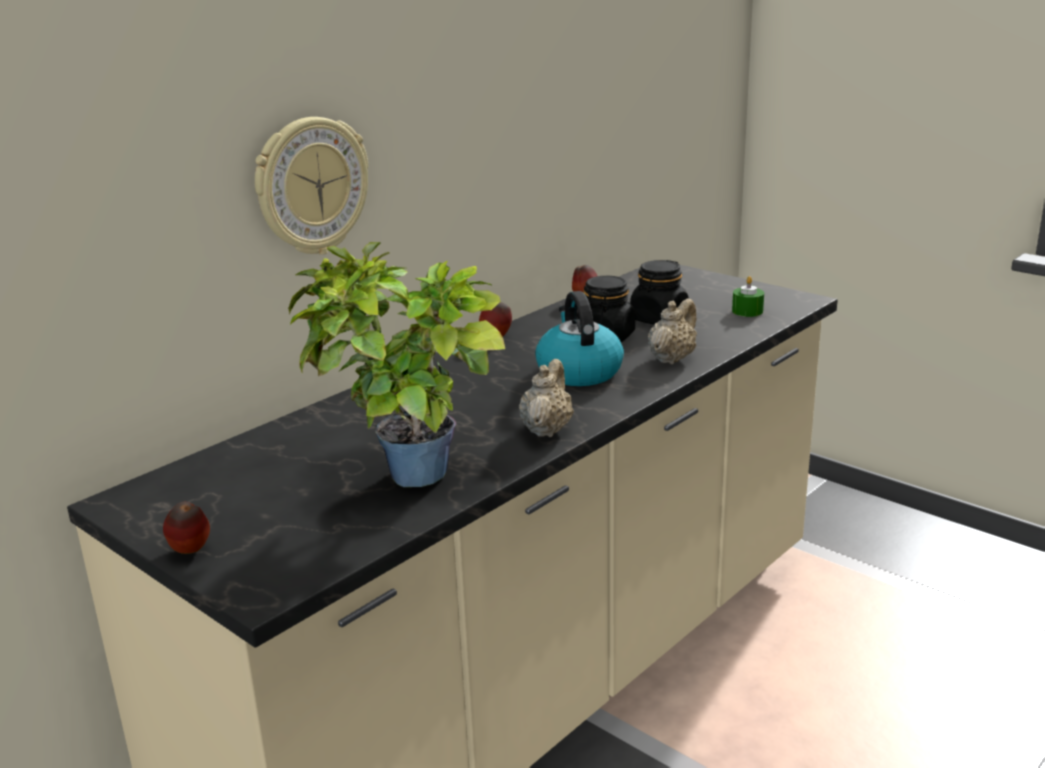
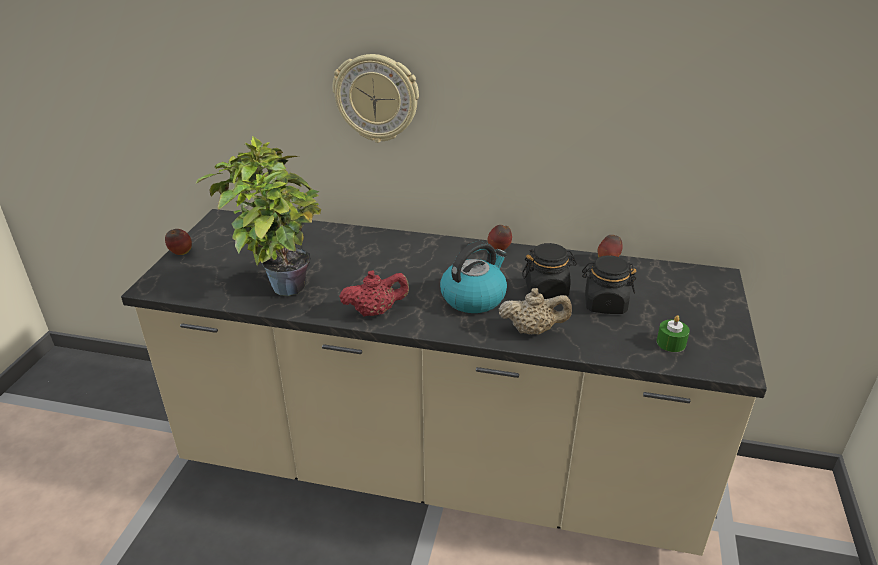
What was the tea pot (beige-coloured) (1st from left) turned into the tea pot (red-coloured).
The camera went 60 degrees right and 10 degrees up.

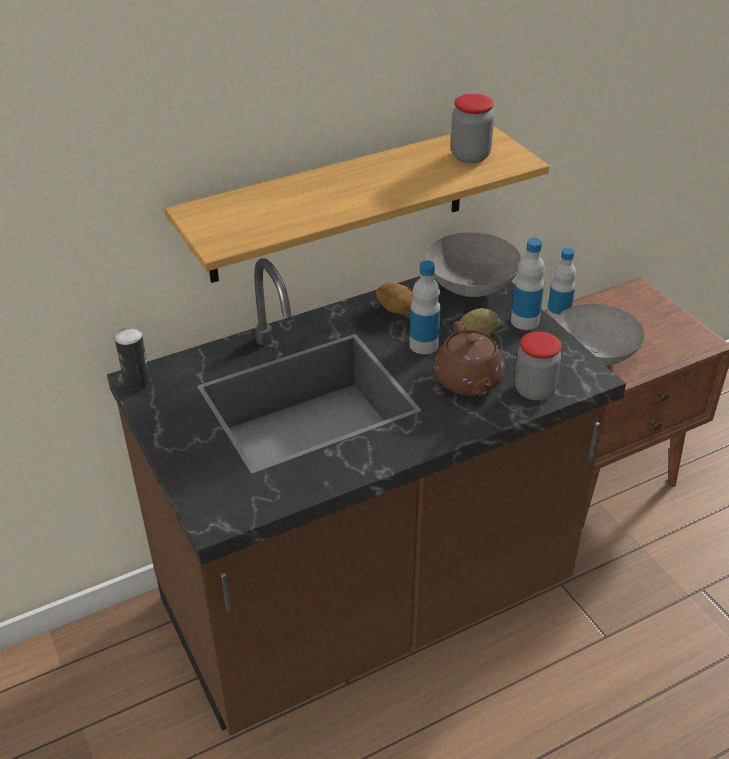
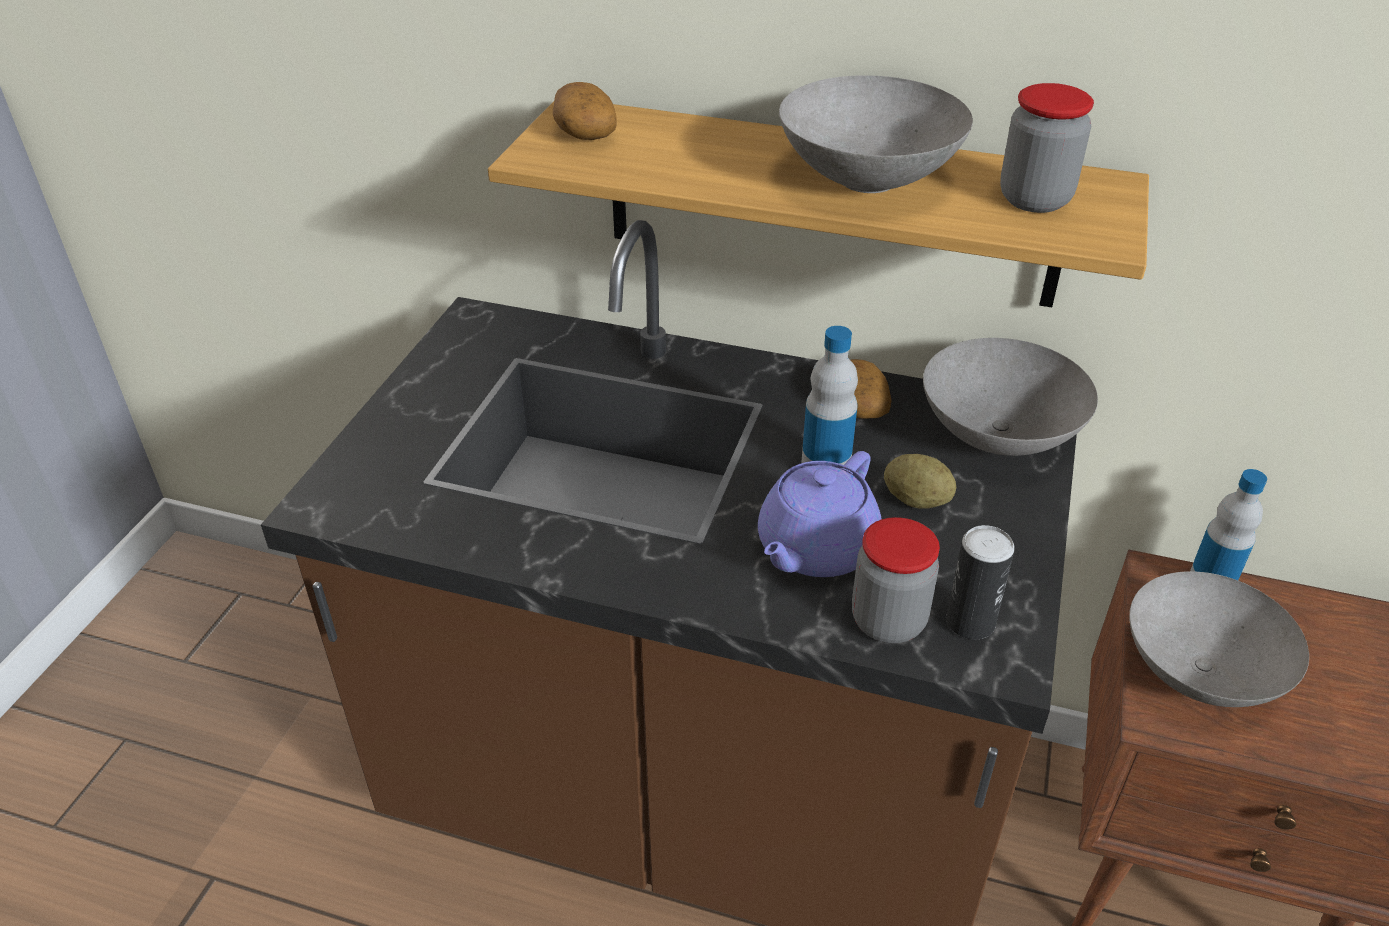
The second view lost the drink bottle (2nd from left).
What was the tea pot (brownish) turned into the tea pot (purple).
The can ended up elsewhere.
The second view gained the deep dish (gray) (1st from left).
The second view gained the whole potato (1st from left).
The camera went 45 degrees right and 0 degrees up.

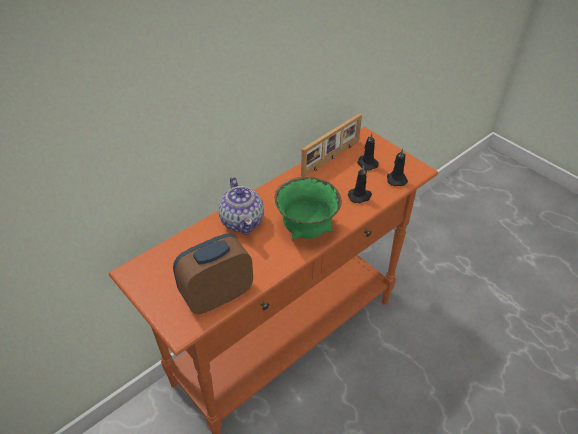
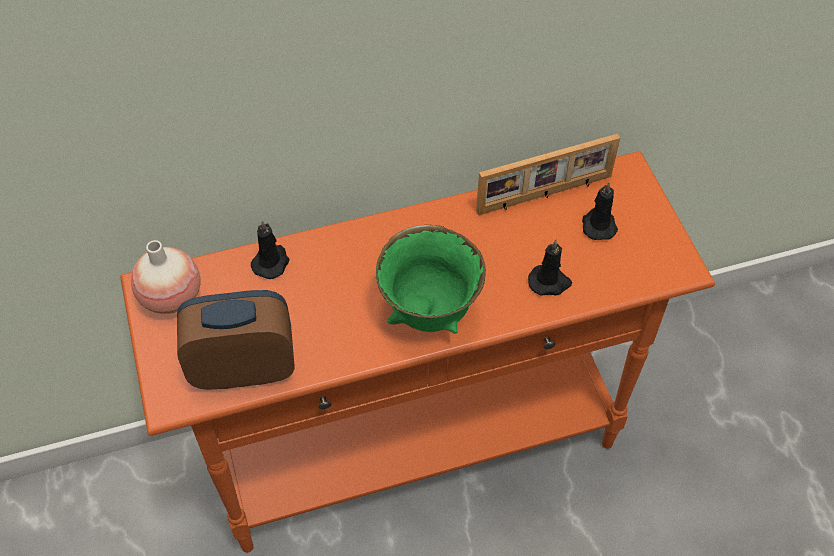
The wax candle (blackish) (3rd from left in the first image) ended up elsewhere.
The second view lost the tea pot.
The second view gained the decorative vase.
The camera went 25 degrees right and 10 degrees up.

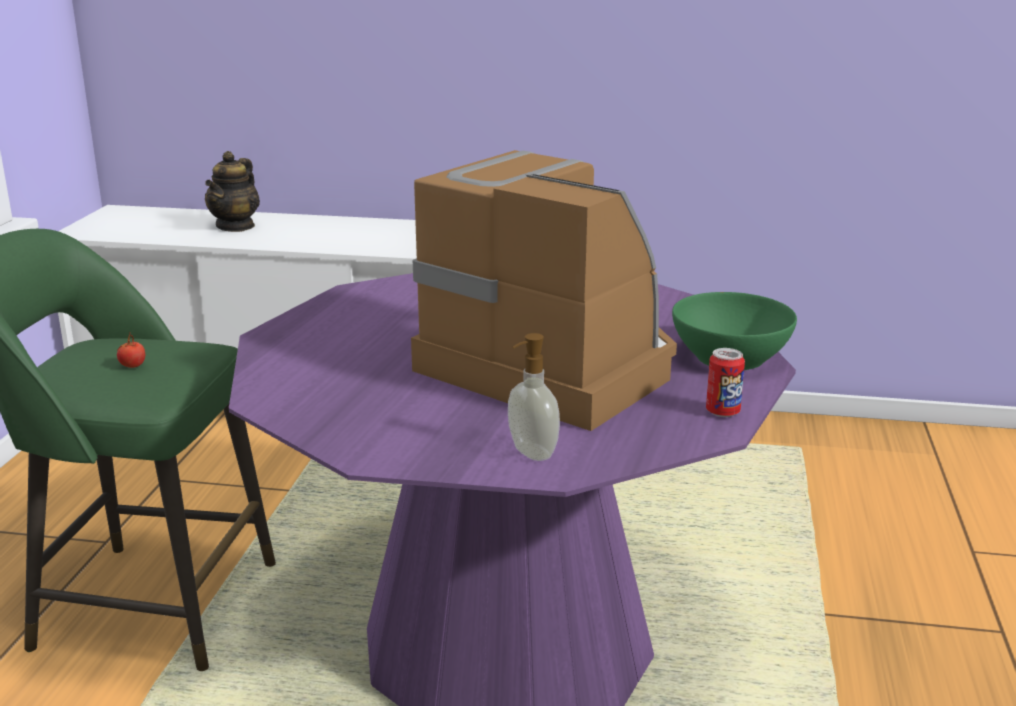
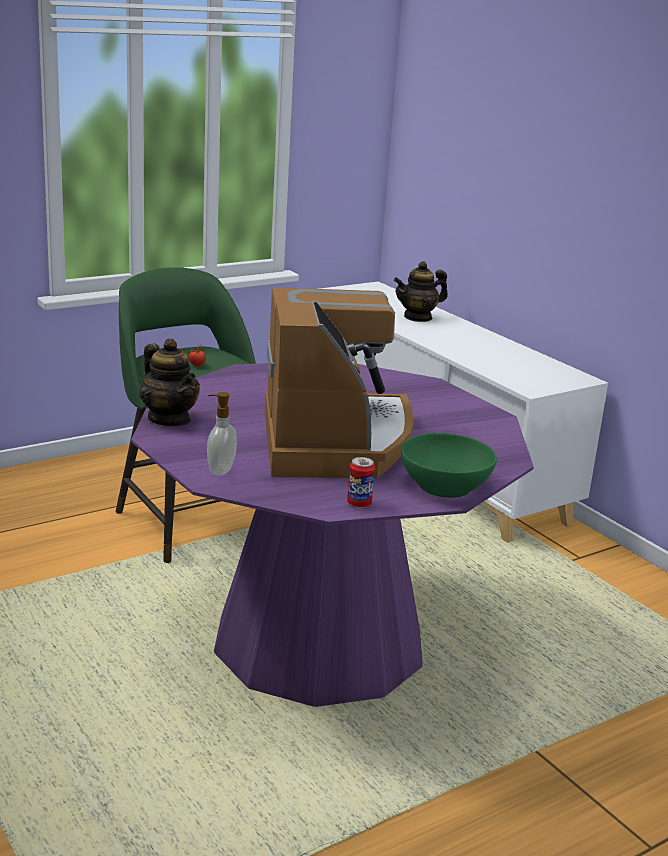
The second view gained the tea pot (1st from left).
The camera went 45 degrees right and 0 degrees up.

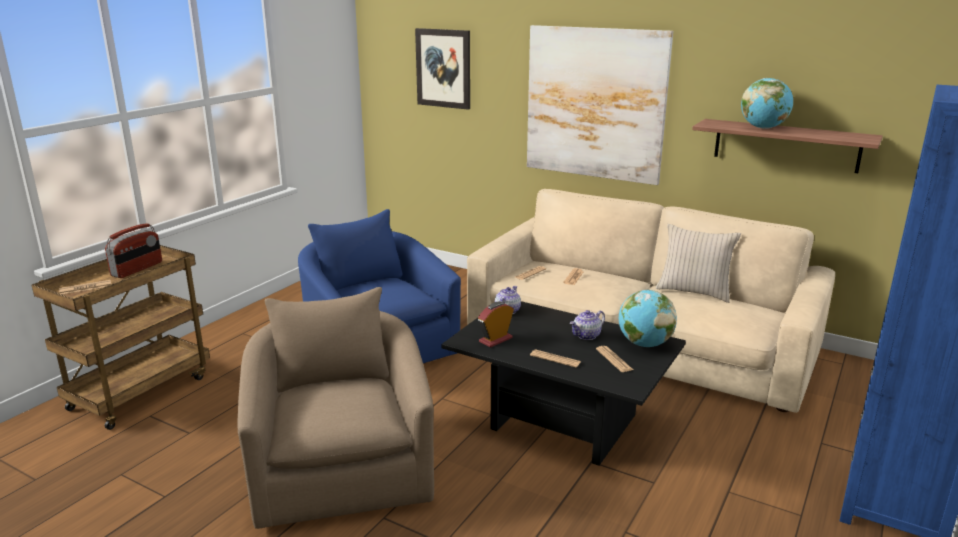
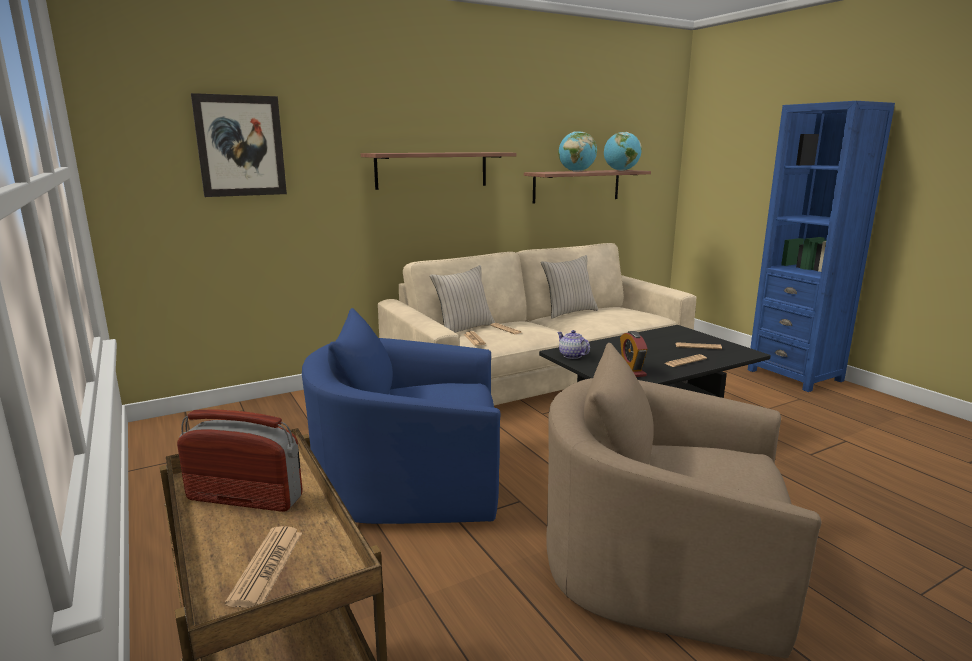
Where the wall picture (2nd from left) hung, the bracket shelf (1st from left) came to hang.
The radio ended up facing another way, 45 degrees counterclockwise from before.
The desk globe (1st from left in the first image) ended up elsewhere.
The second view lost the tea pot (2nd from left).
The second view gained the pillow (beige-coloured) (1st from left).
The camera went 60 degrees left and 5 degrees down.

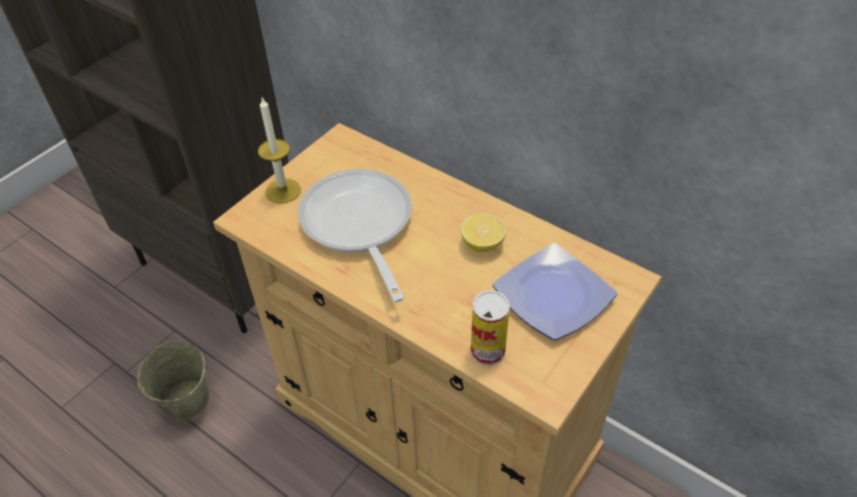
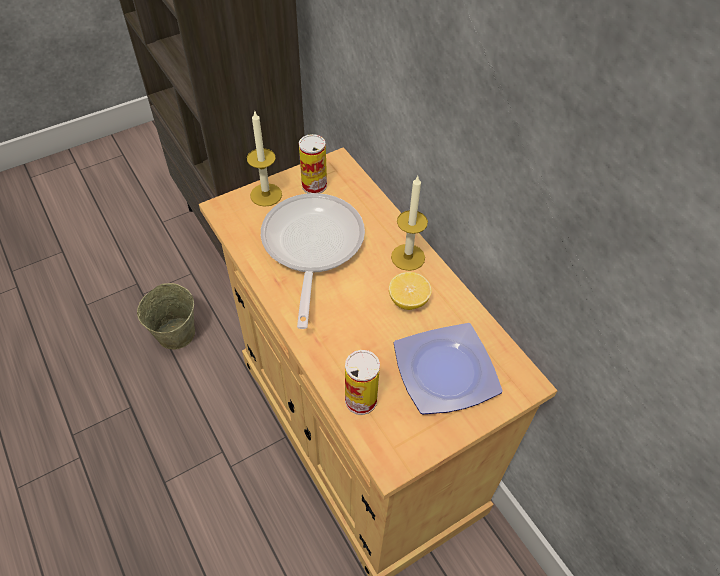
The second view gained the can (1st from left).
The second view gained the wax candle (2nd from left).
The camera went 20 degrees right and 5 degrees up.

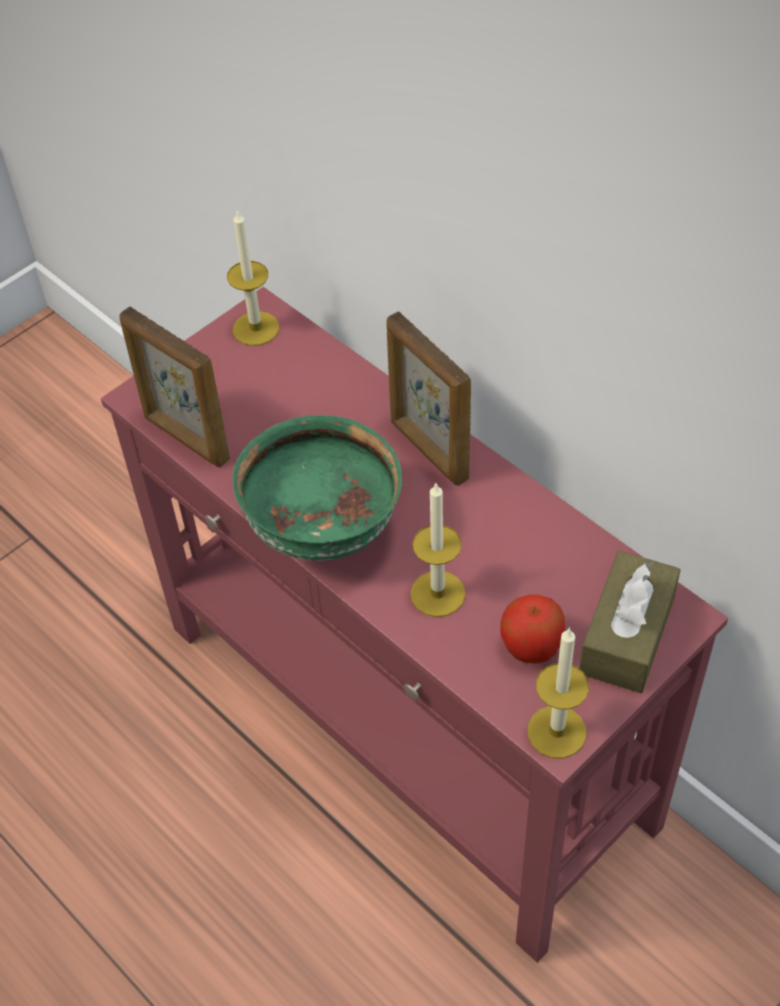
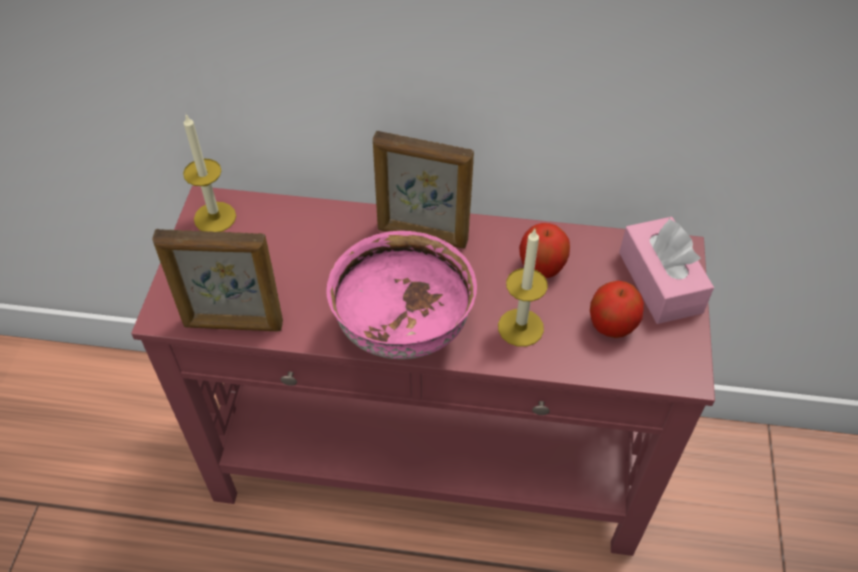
What was the deep dish (green-coloured) turned into the deep dish (pink-coloured).
What was the tissue box (brownish) turned into the tissue box (pink-coloured).
The second view lost the wax candle (3rd from left).
The second view gained the whole apple (1st from left).
The camera went 40 degrees left and 0 degrees up.

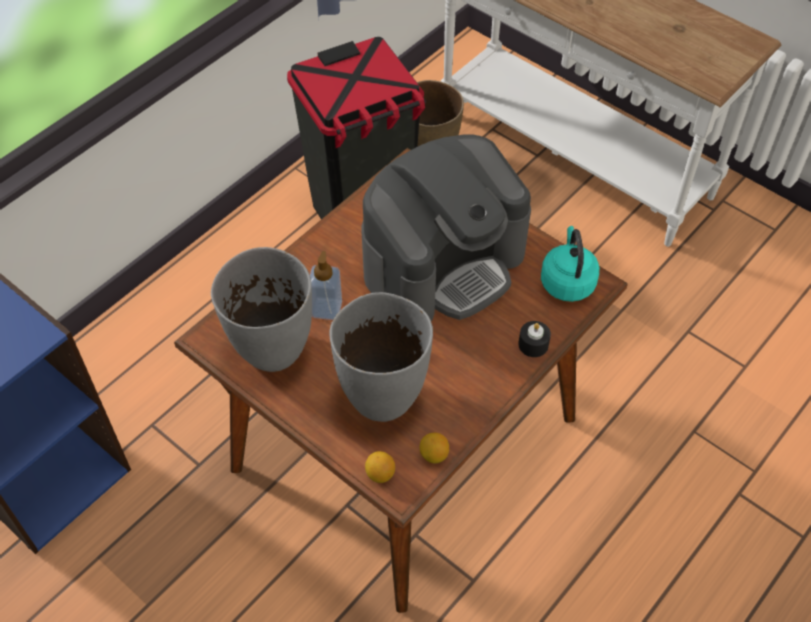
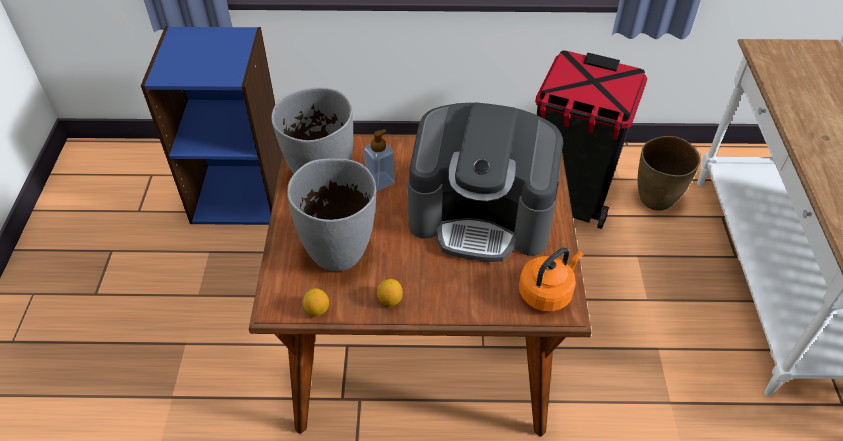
What was the tea kettle (turquoise-coloured) turned into the tea kettle (orangey).
The second view lost the wax candle (blackish).
The citrus fruit (1st from left in the first image) ended up elsewhere.
The camera went 50 degrees right and 5 degrees down.

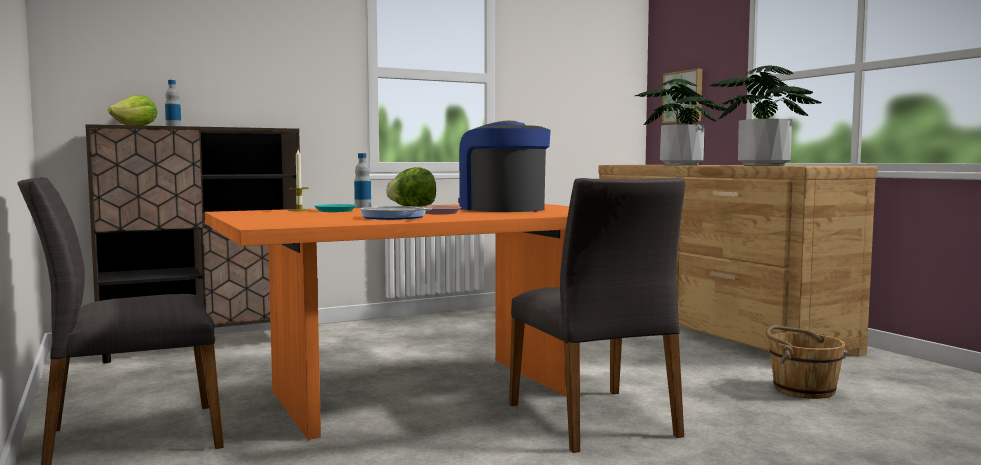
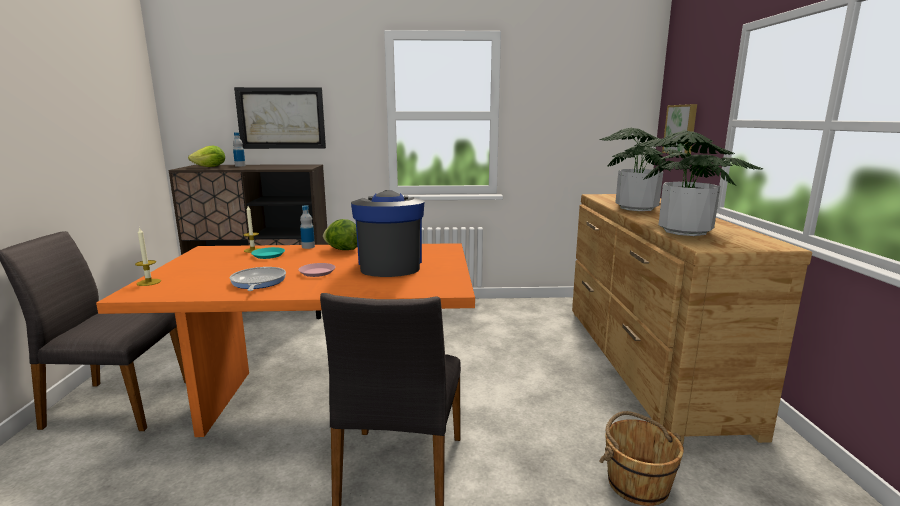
The second view gained the wall picture (1st from left).
The second view gained the wax candle (1st from left).
The camera went 25 degrees right and 10 degrees up.

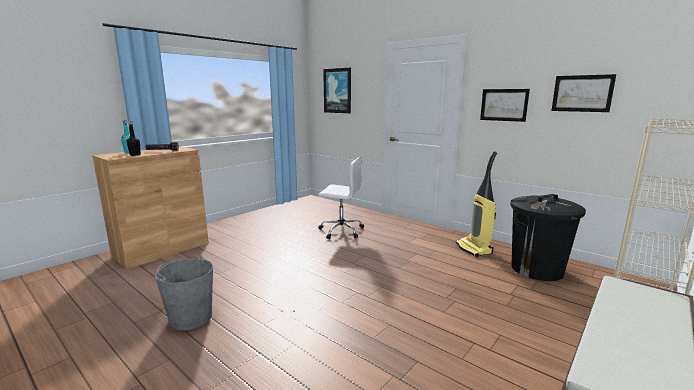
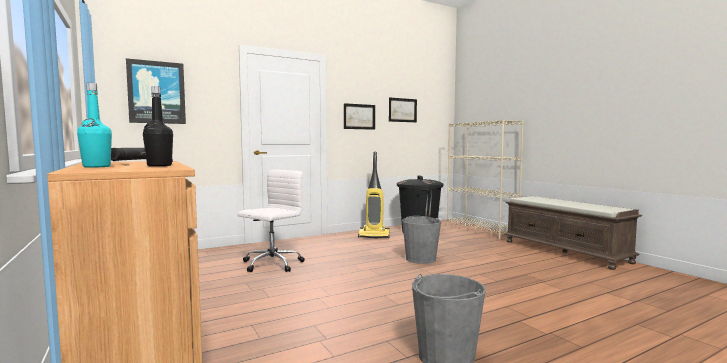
The second view gained the pail (gray) (1st from left).
The camera went 70 degrees left and 10 degrees down.

